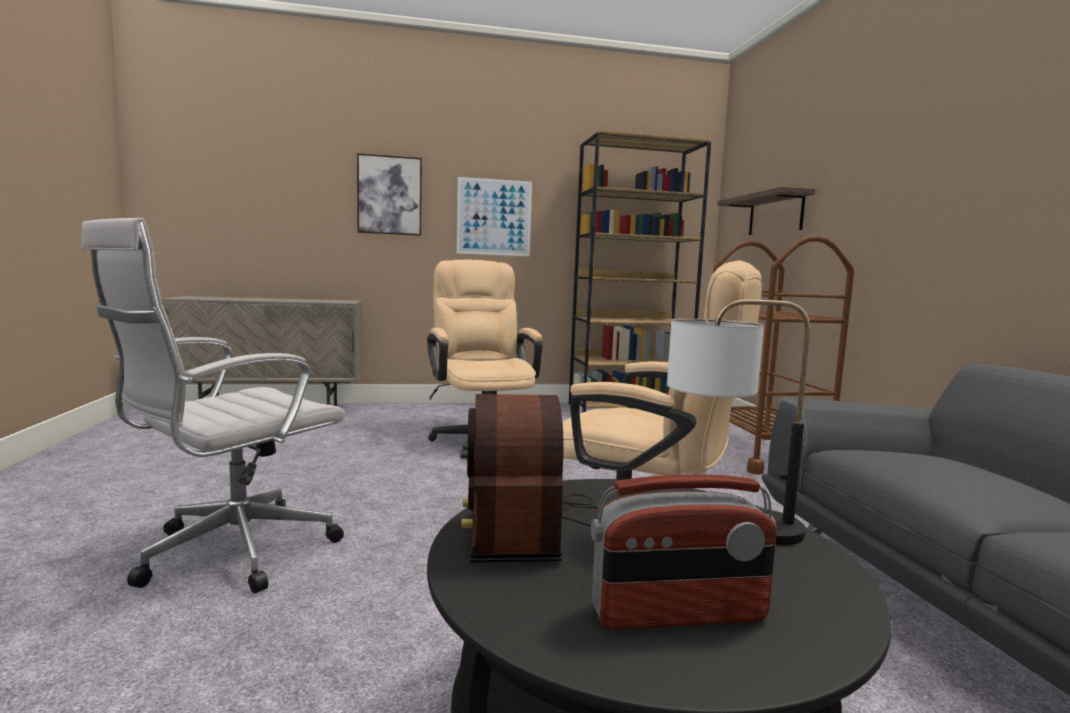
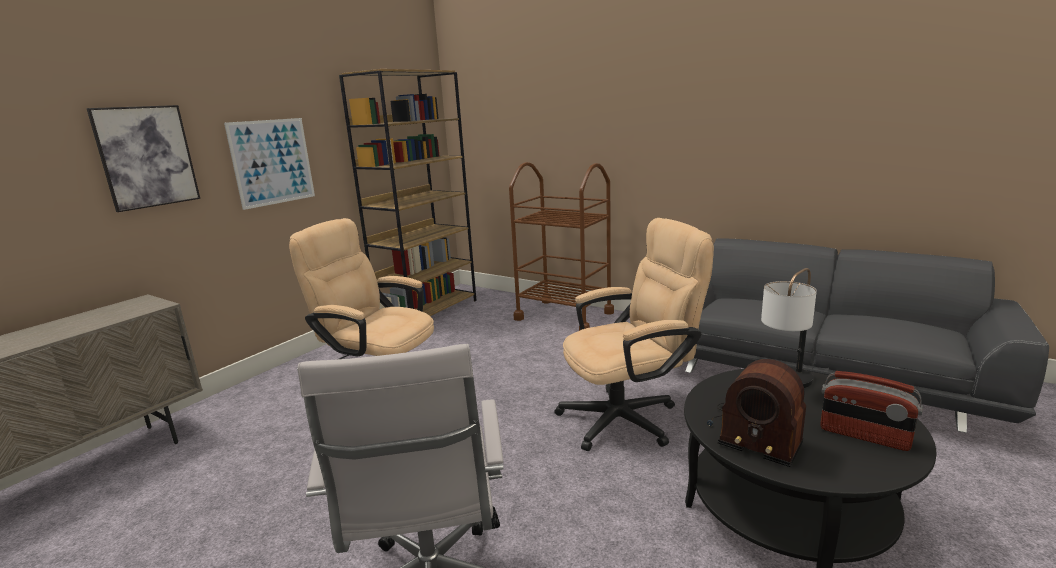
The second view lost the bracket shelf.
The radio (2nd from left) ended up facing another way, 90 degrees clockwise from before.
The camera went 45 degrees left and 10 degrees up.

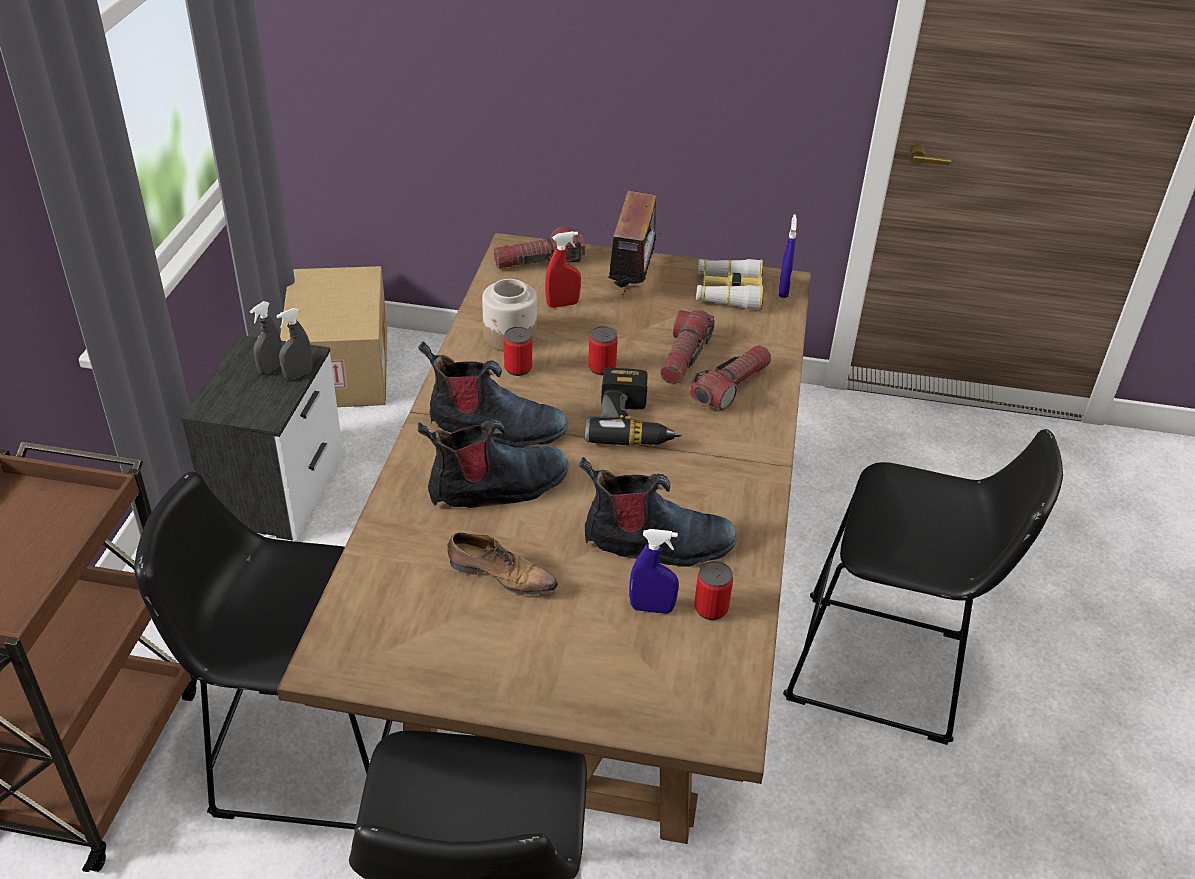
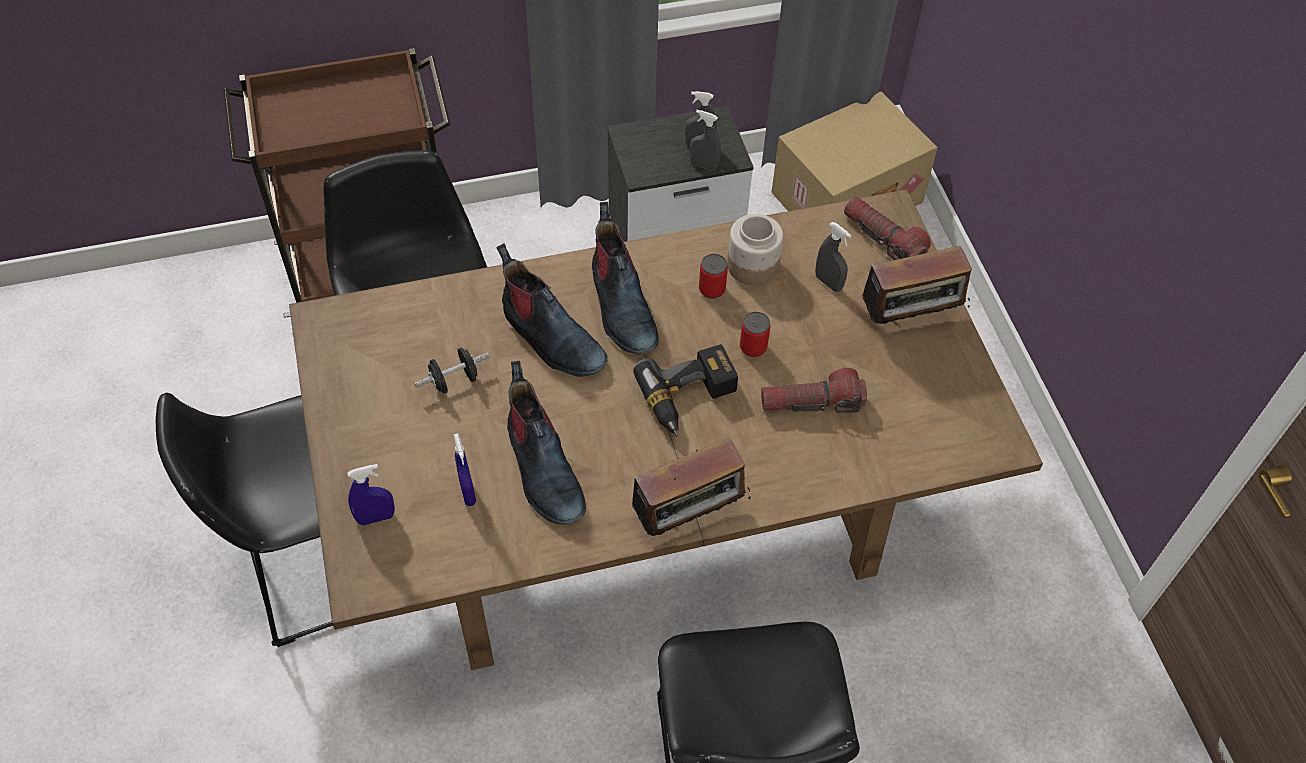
The spray bottle (bluish) (2nd from left in the first image) ended up elsewhere.
What was the spray bottle (red-coloured) turned into the spray bottle (gray) (3rd from left).
The second view lost the field glasses.
The second view lost the torch (3rd from left).
Where the low shoe stood, the hand weight (blackish) came to stand.
The second view lost the can (3rd from left).
The second view gained the radio (1st from left).
The camera went 65 degrees right and 15 degrees up.

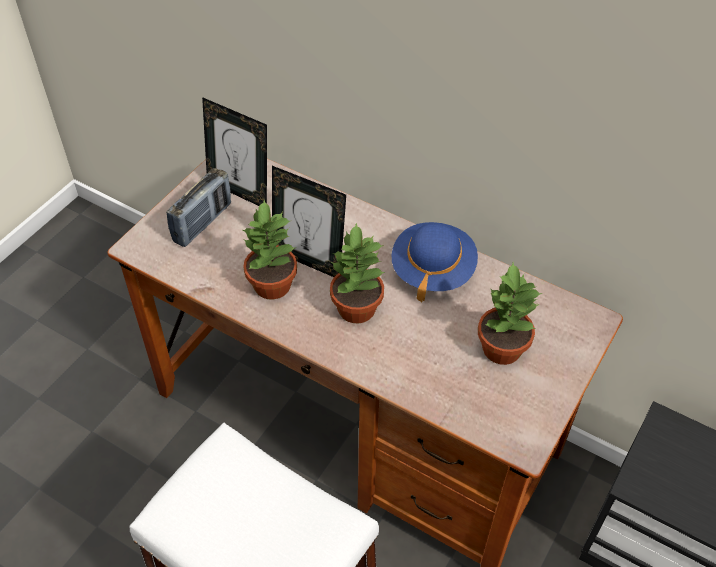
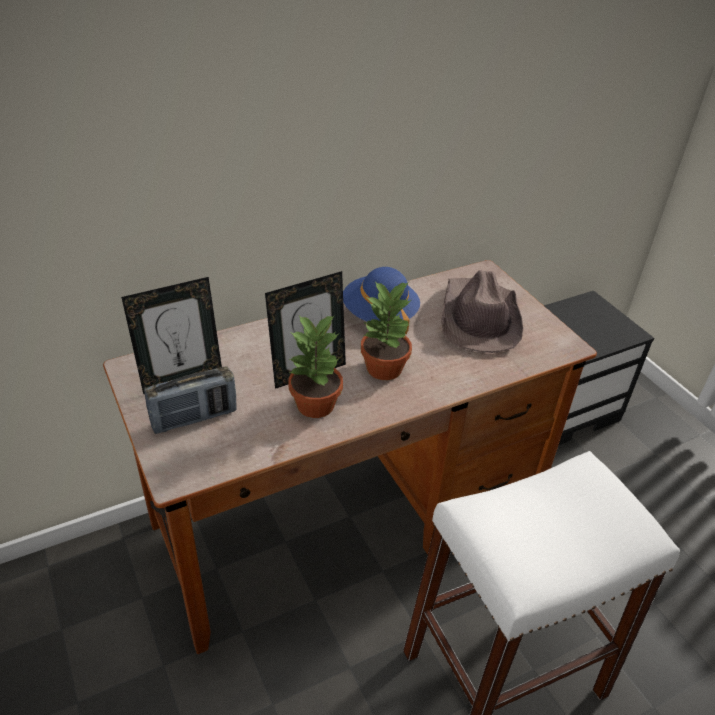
The radio ended up facing another way, 90 degrees clockwise from before.
Where the potted plant (3rd from left) stood, the clothing hat (brownish) came to stand.
The camera went 60 degrees left and 10 degrees down.

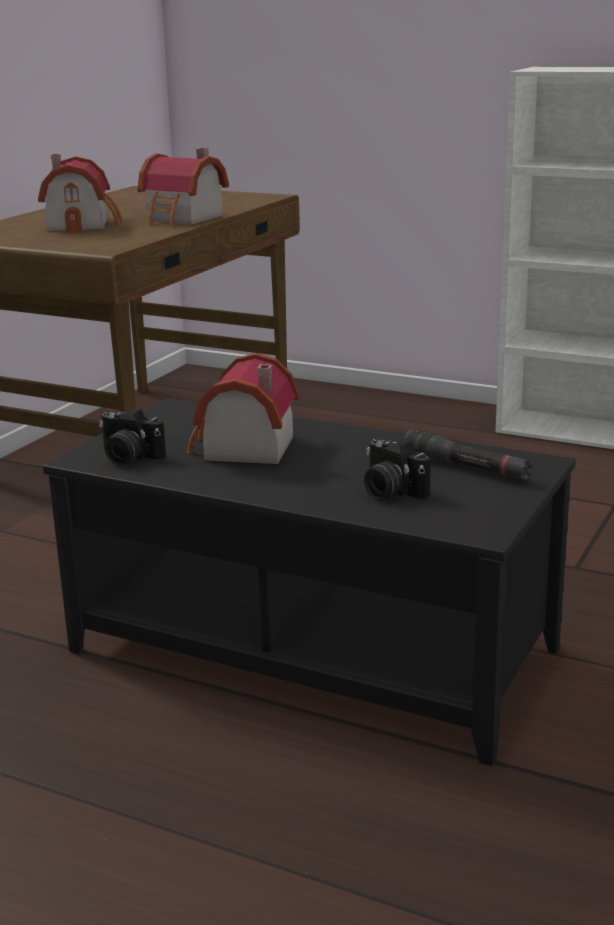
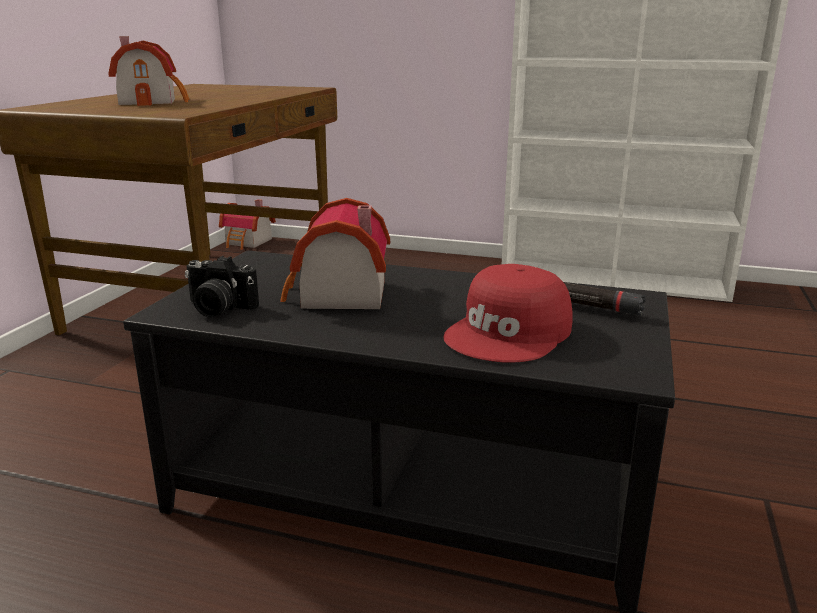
The model house (2nd from left) ended up elsewhere.
Where the photo camera (2nd from left) stood, the baseball cap (red-coloured) came to stand.
The camera went 10 degrees left and 0 degrees up.

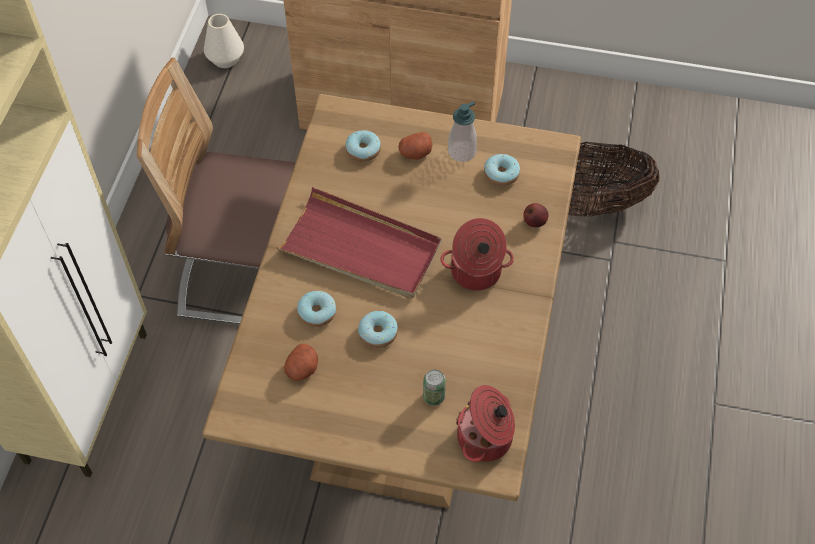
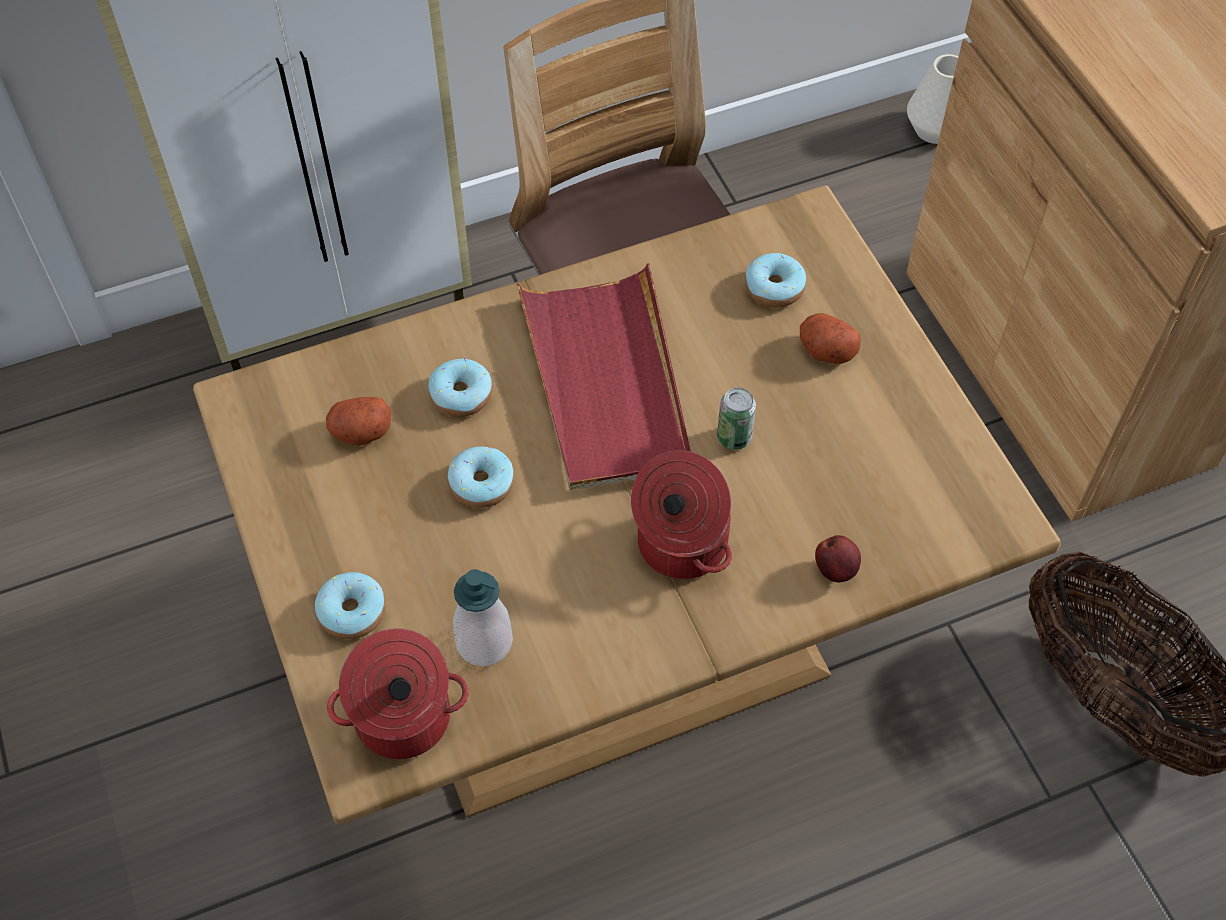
The soap bottle ended up elsewhere.
The ring doughnut (4th from left in the first image) ended up elsewhere.
The can ended up elsewhere.
The camera went 55 degrees right and 0 degrees up.

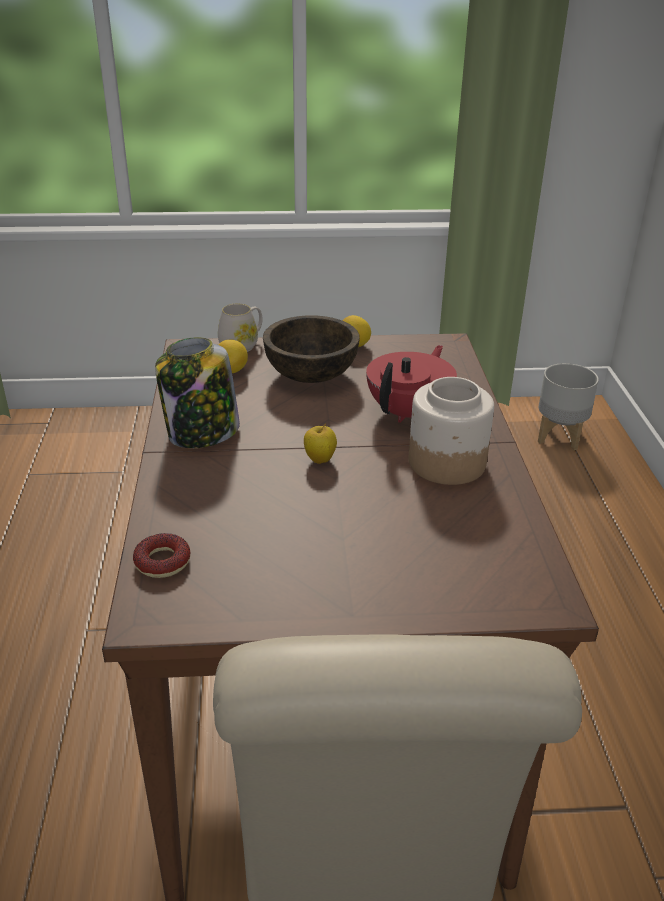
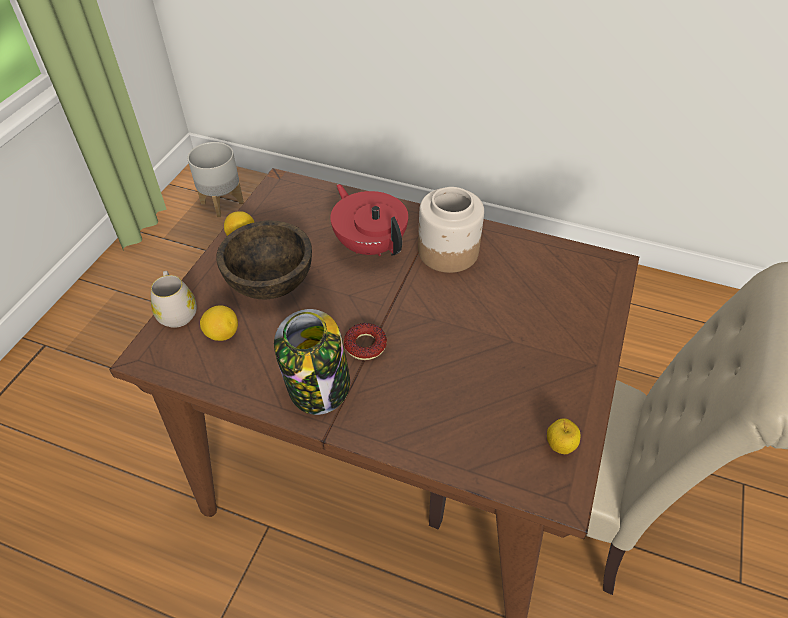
The whole apple ended up elsewhere.
The ring doughnut ended up elsewhere.
The camera went 65 degrees left and 15 degrees up.

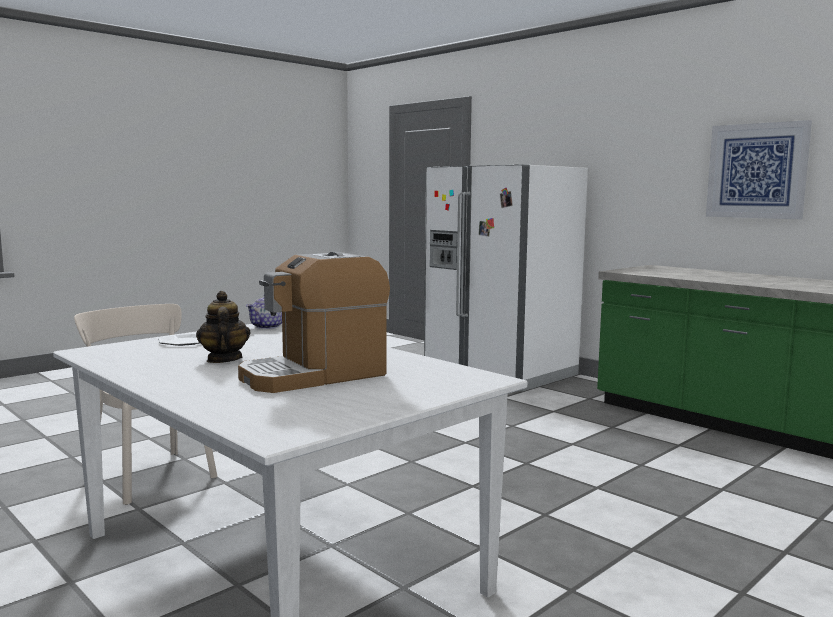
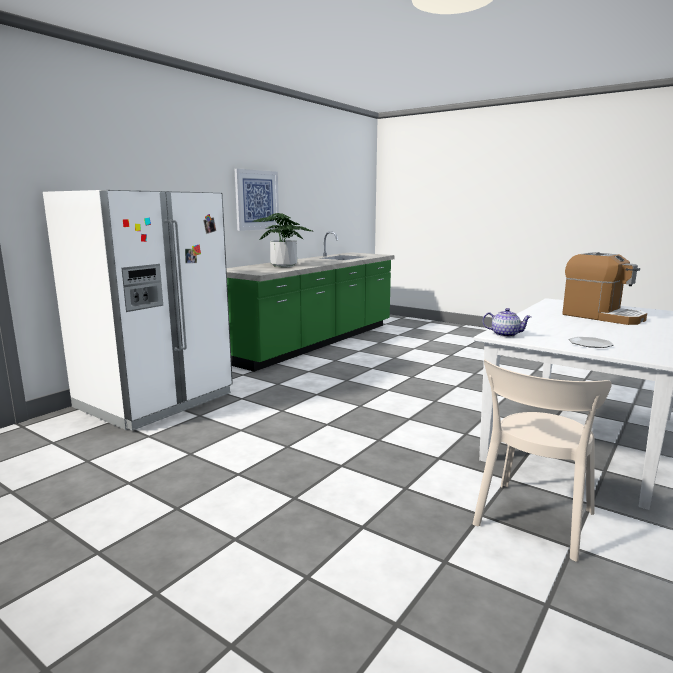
The second view lost the tea pot (1st from left).
The second view gained the potted plant.
The camera went 100 degrees left and 5 degrees up.

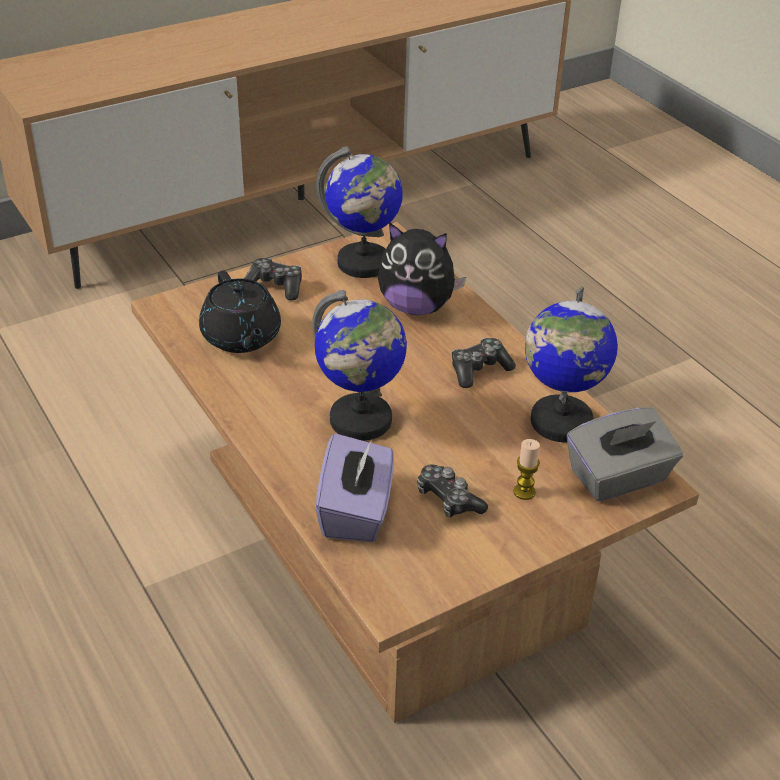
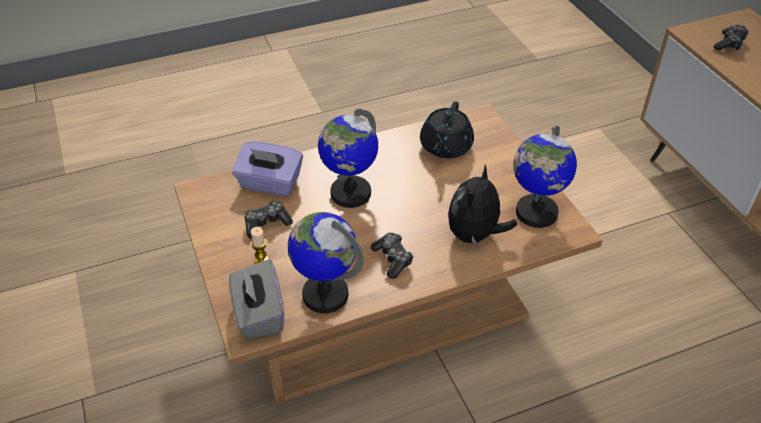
The joypad (1st from left in the first image) ended up elsewhere.
The tea pot (blackish) ended up facing another way, 60 degrees counterclockwise from before.
The camera went 100 degrees right and 5 degrees up.

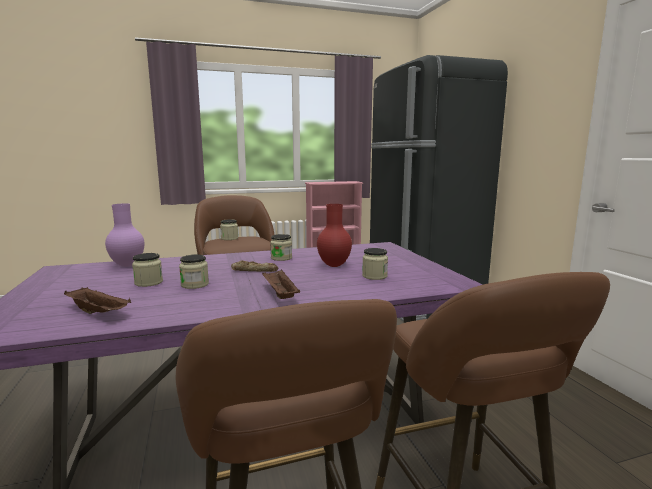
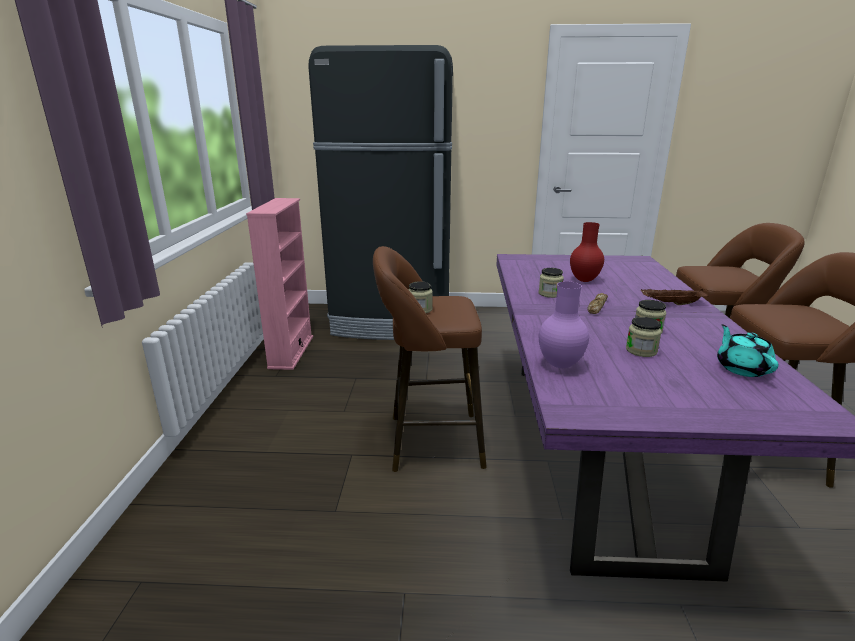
The second view lost the storage jar (5th from left).
Where the carrying tray (brownish) (1st from left) stood, the tea pot (turquoise-coloured) came to stand.
The camera went 70 degrees left and 10 degrees up.

